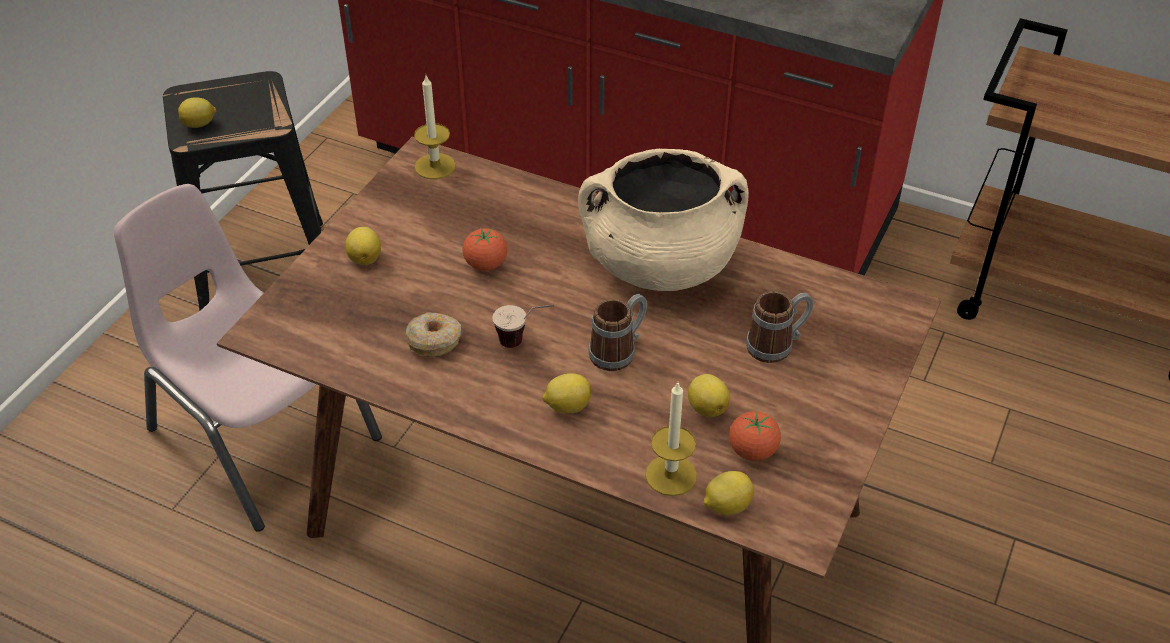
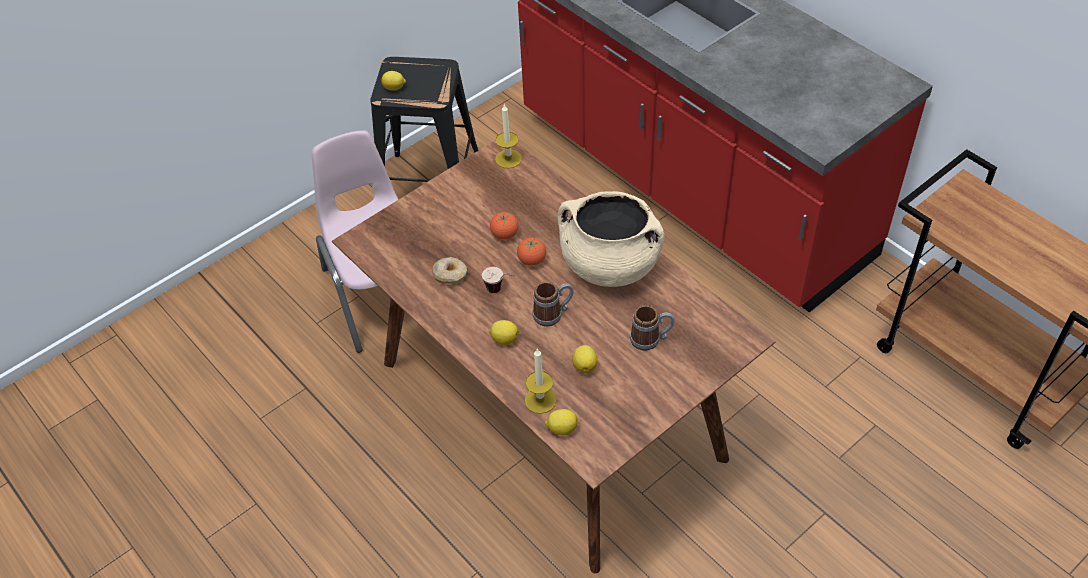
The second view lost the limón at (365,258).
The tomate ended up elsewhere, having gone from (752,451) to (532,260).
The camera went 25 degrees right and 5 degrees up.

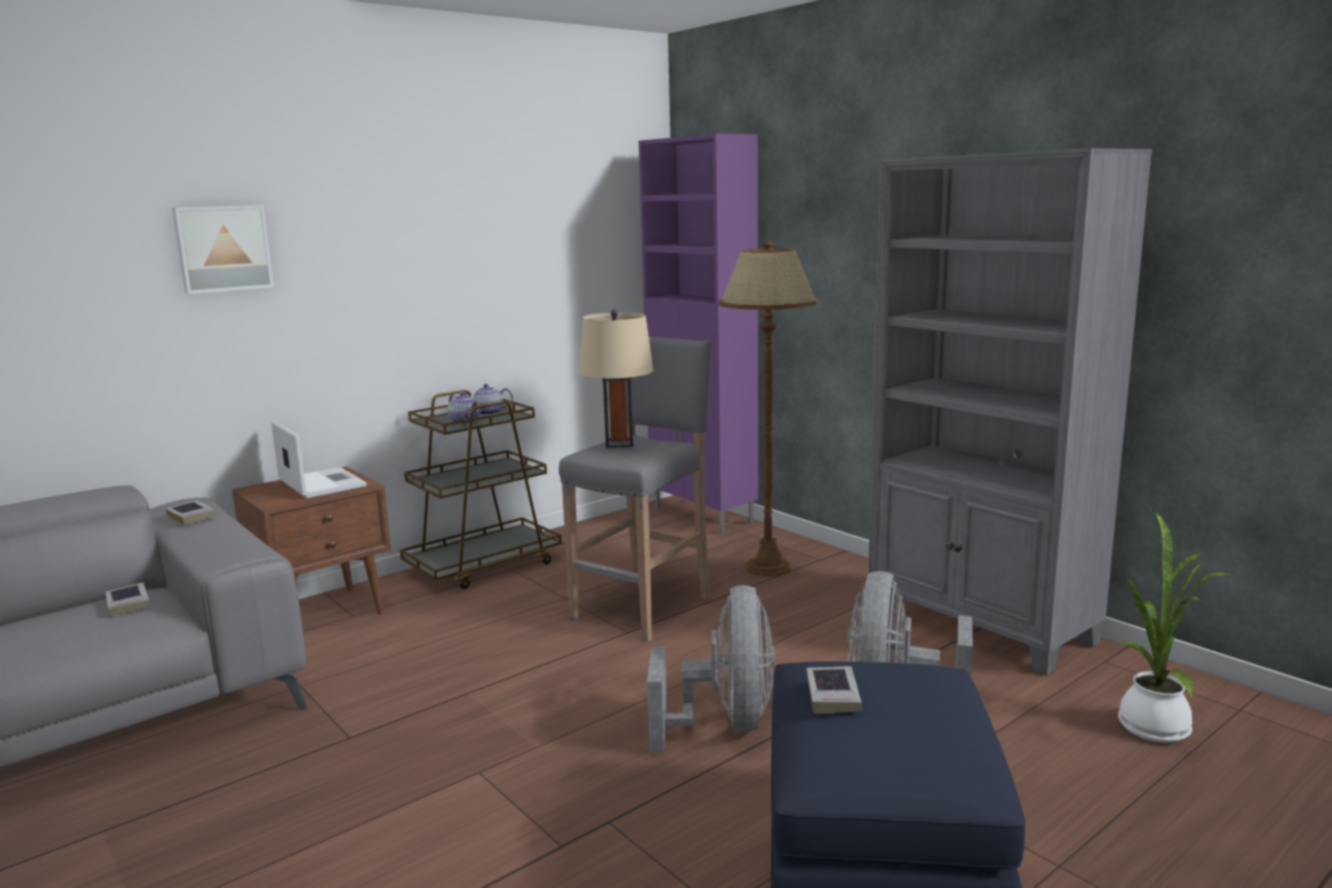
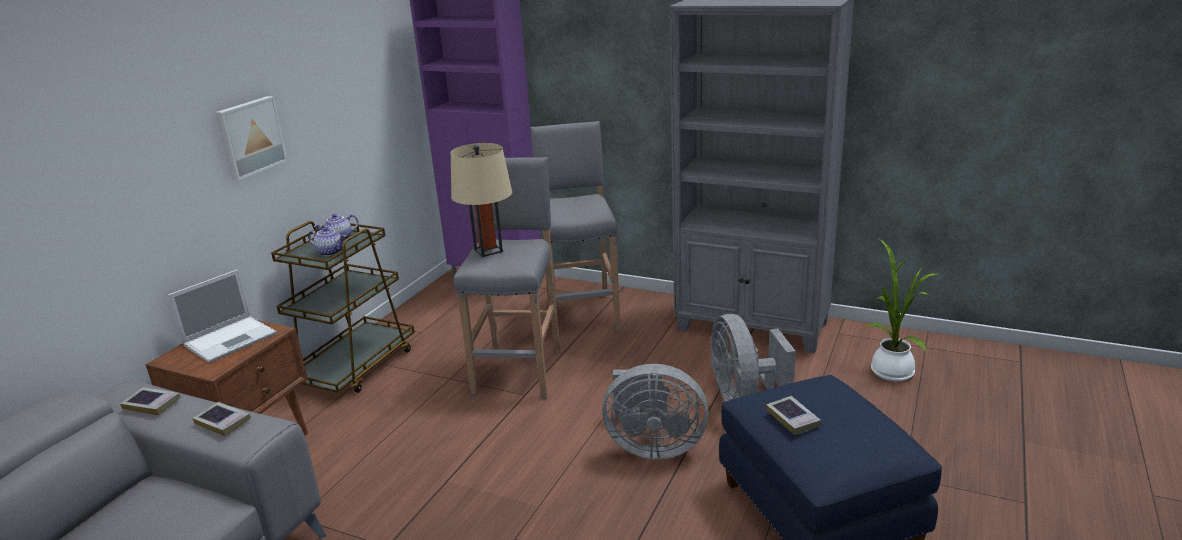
The libro ended up elsewhere, having gone from (128,603) to (223,422).
The cuadro ended up elsewhere, having gone from (223,248) to (250,137).
Where the lámpara de pie (marrón) stood at (768,567), the taburete (gris) came to stand at (581,314).
The portátil at (321,483) ended up facing another way, 105 degrees clockwise from before.
The ventilador (gris) at (725,724) ended up facing another way, 120 degrees clockwise from before.
The camera went 25 degrees left and 10 degrees up.

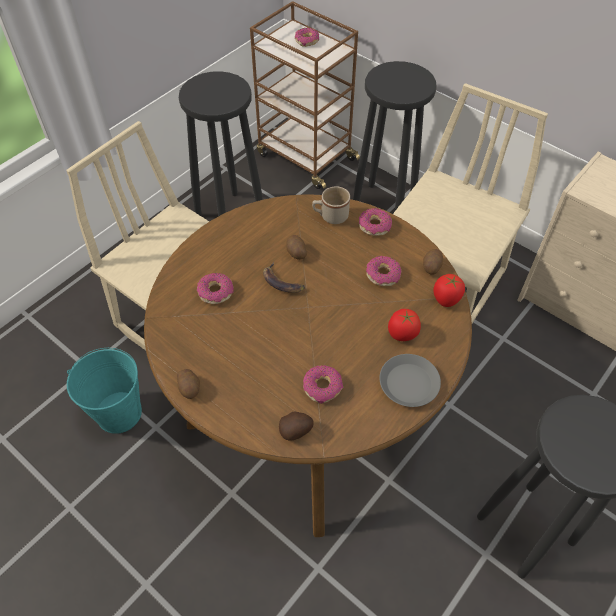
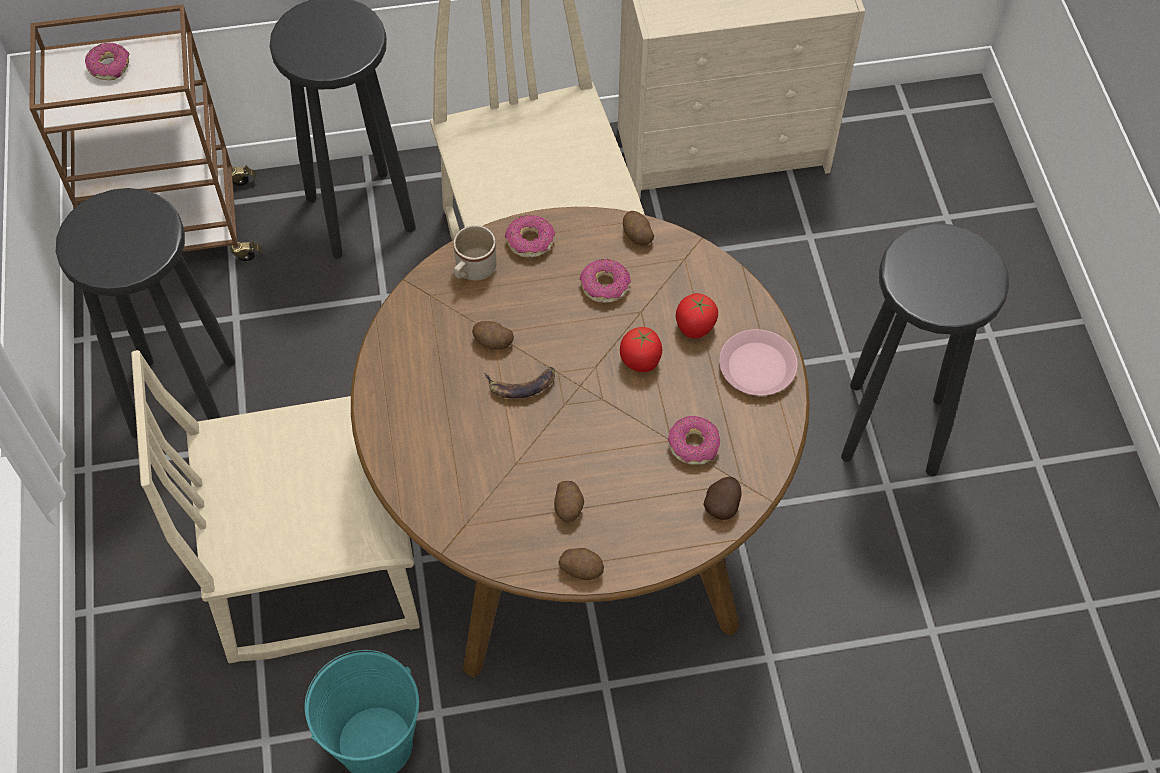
The second view lost the rosquilla at (215,292).
The second view gained the patata at (569,507).
The tomate ended up elsewhere, having gone from (446,299) to (640,361).
What was the plato (gris) at (408,383) turned into the plato (rosa) at (756,367).
The camera went 50 degrees left and 5 degrees up.

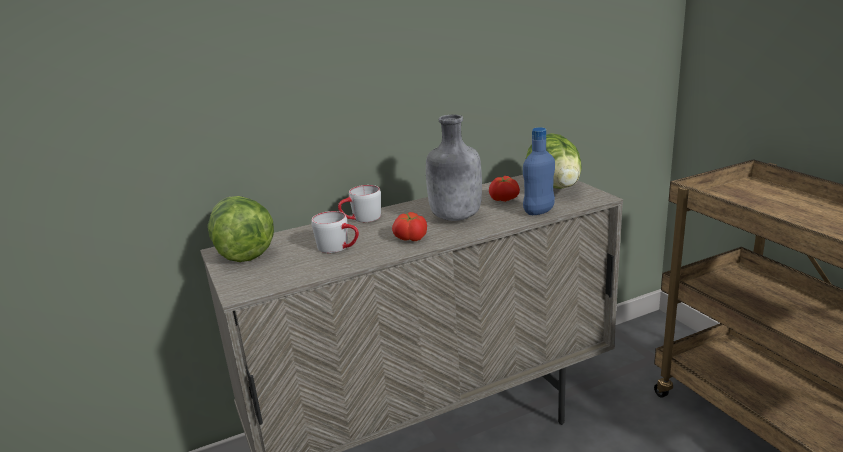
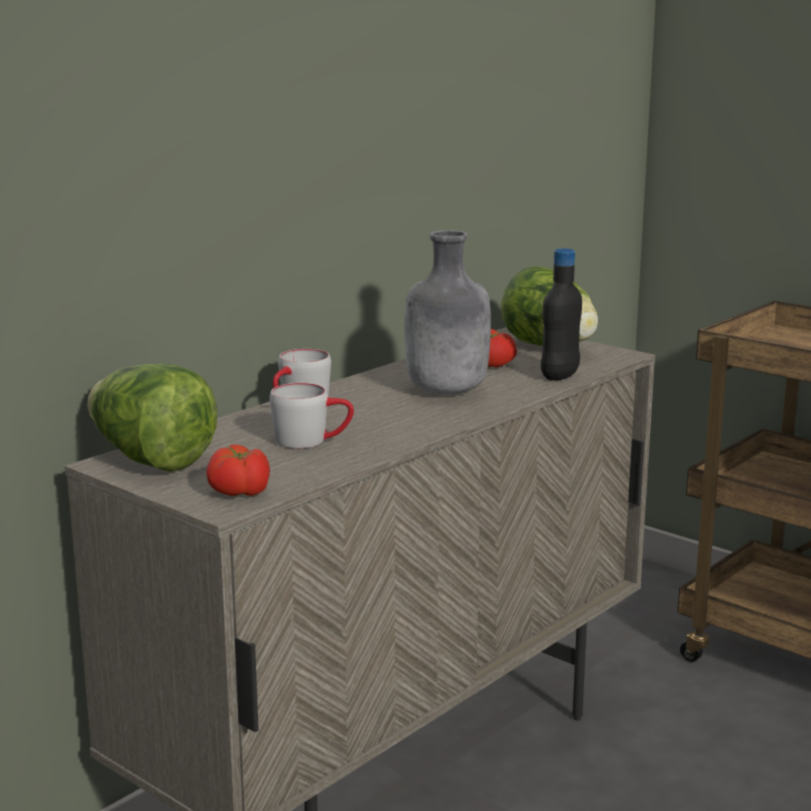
The tomate ended up elsewhere, having gone from (410,238) to (239,492).
What was the botella (azul) at (539,212) turned into the botella (negro) at (560,376).
The camera went 25 degrees left and 5 degrees down.

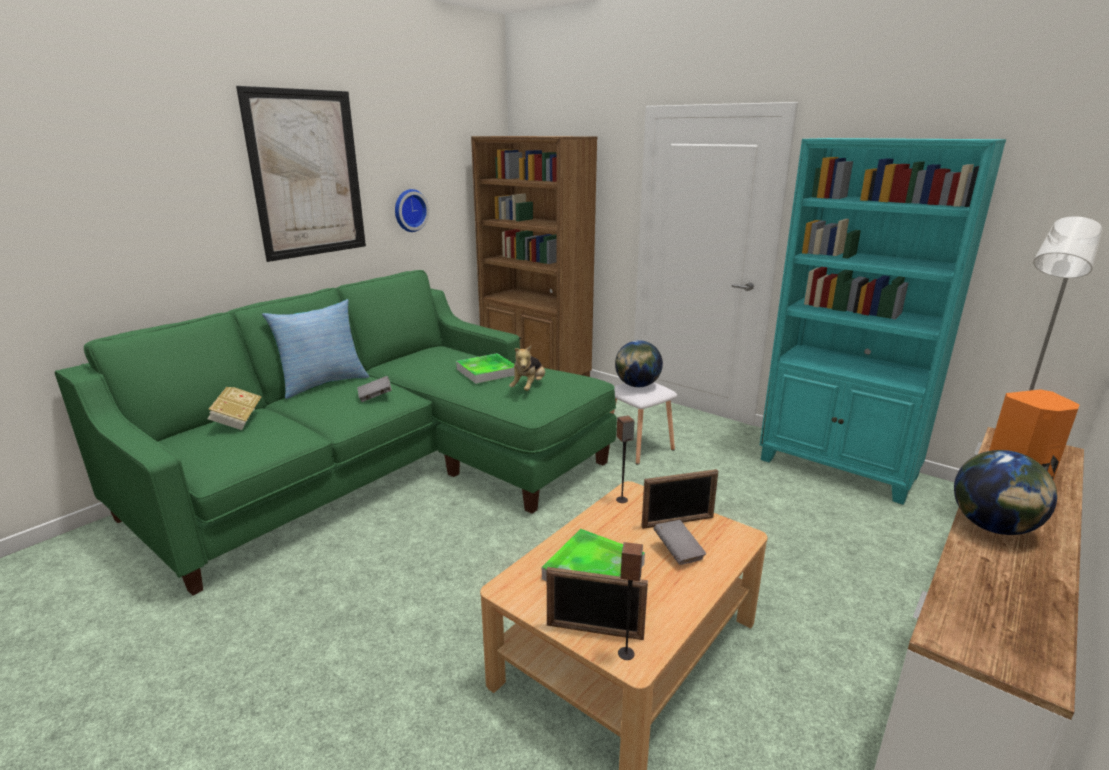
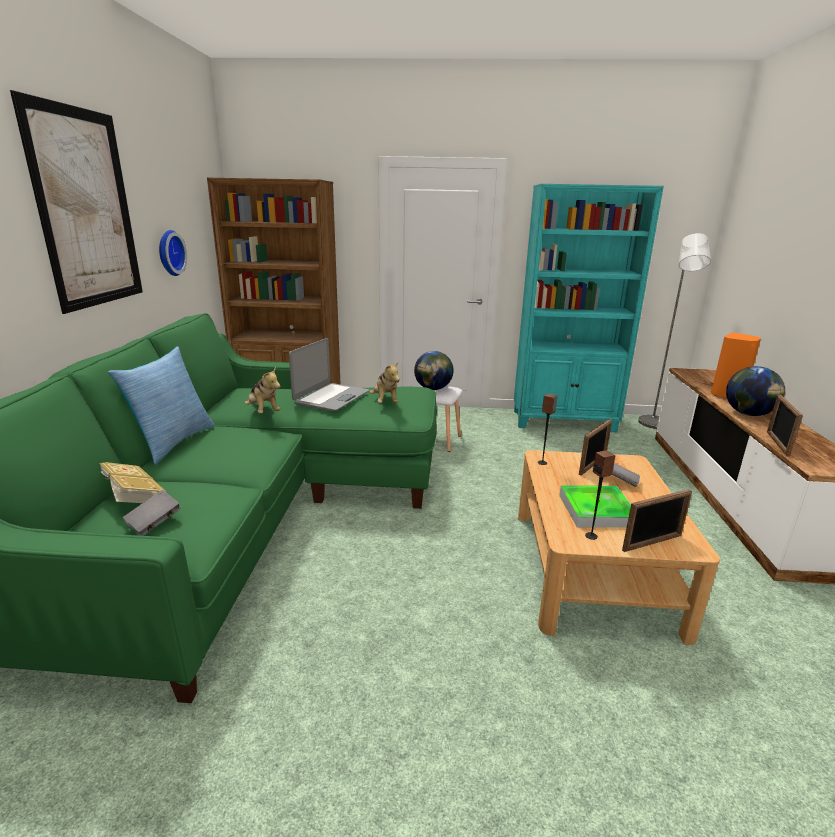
The second view gained the peluche at (263,411).
The second view gained the portarretratos at (777,444).
The libro (gris) ended up elsewhere, having gone from (375,396) to (154,523).
The altavoz ended up elsewhere, having gone from (626,653) to (591,536).
Where the bandeja stood at (487,372), the portátil came to stand at (331,398).
The camera went 35 degrees left and 0 degrees up.

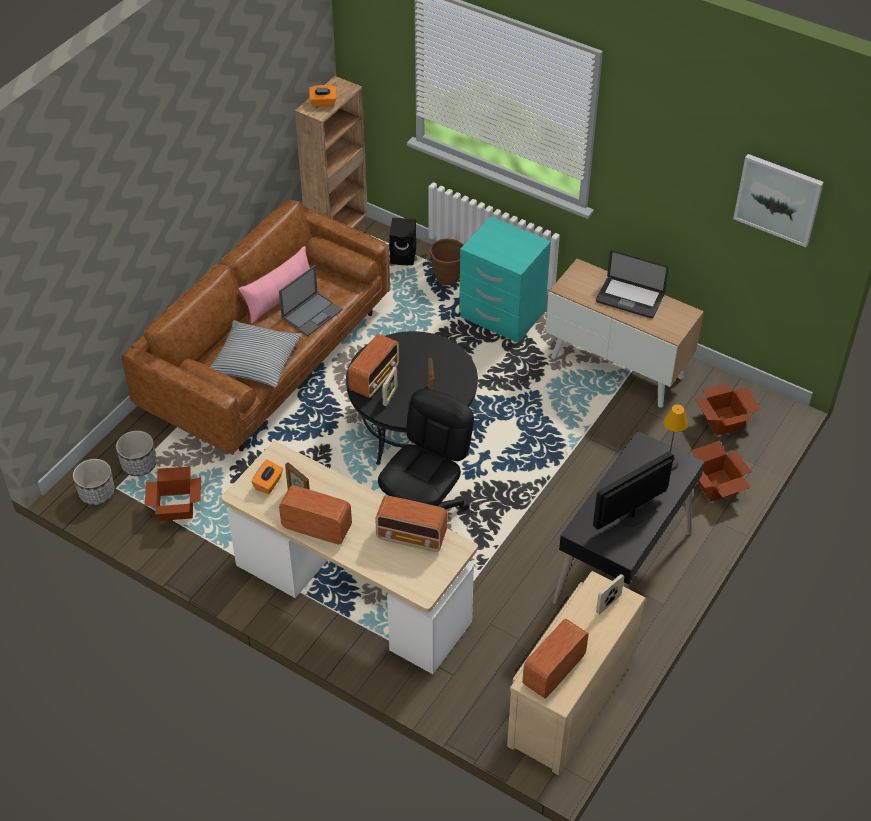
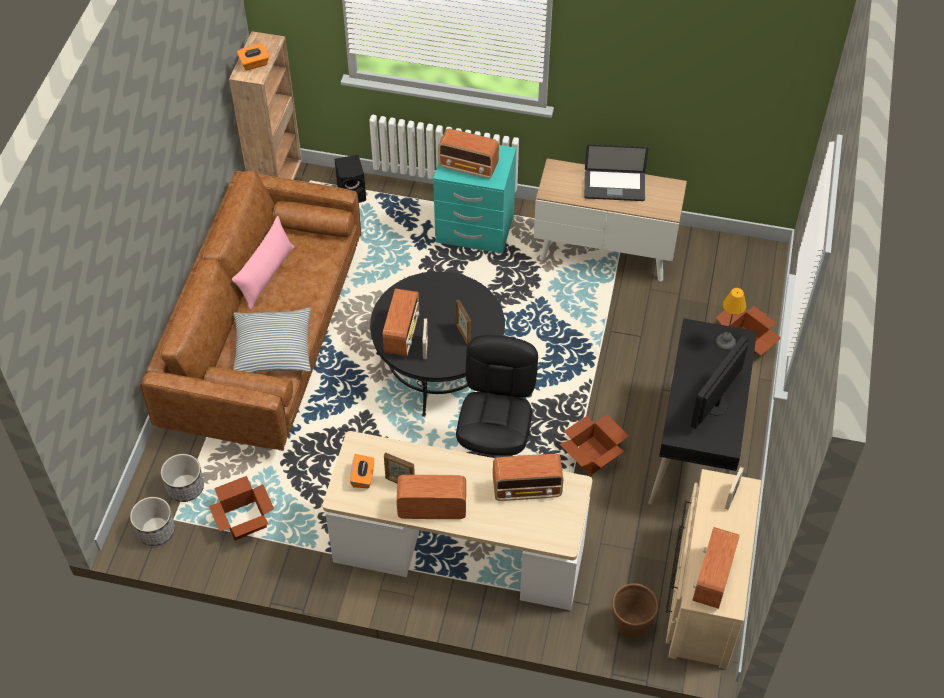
The second view lost the portátil at (312,313).
The second view lost the cuadro at (778,199).
The second view gained the radio at (469,167).
The maceta (marrón) ended up elsewhere, having gone from (448,279) to (630,625).
The caja de cartón ended up elsewhere, having gone from (724,421) to (593,455).
The camera went 20 degrees left and 5 degrees up.

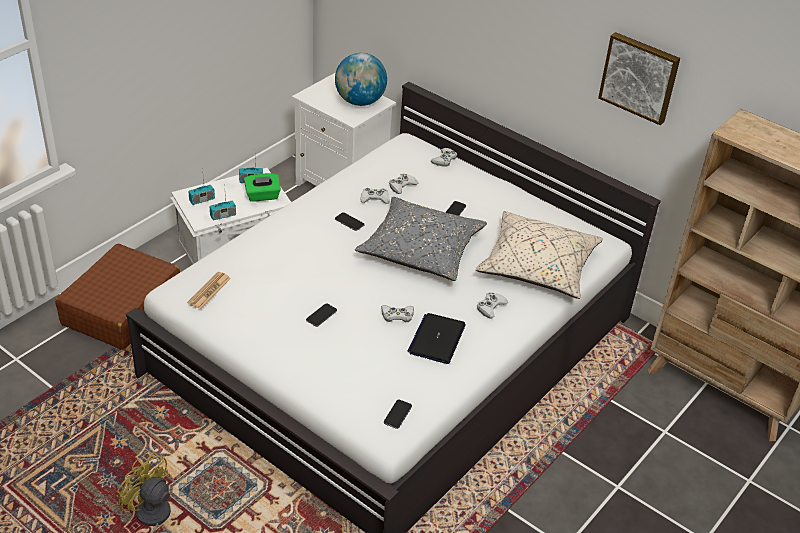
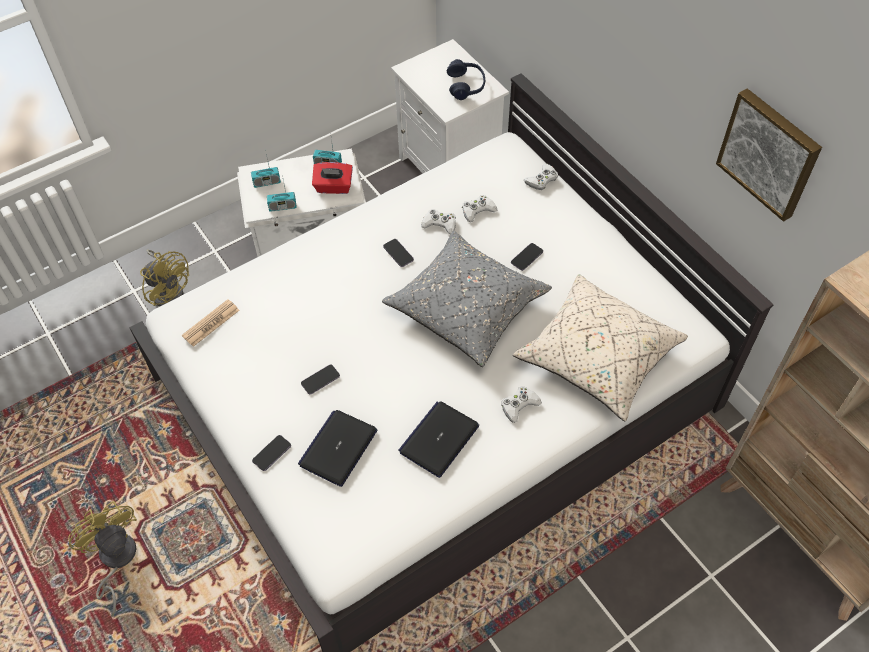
The second view lost the mando de consola (blanco) at (397,315).
The second view gained the portátil at (338,448).
The móvil ended up elsewhere, having gone from (397,415) to (272,453).
Where the maleta (marrón) stood at (123,308), the ventilador (amarillo) came to stand at (169,290).
Where the globo terráqueo stood at (360,102), the auriculares (azul) came to stand at (466,85).
What was the caja de pañuelos (verde) at (262,196) turned into the caja de pañuelos (rojo) at (333,187).
The camera went 20 degrees right and 15 degrees up.

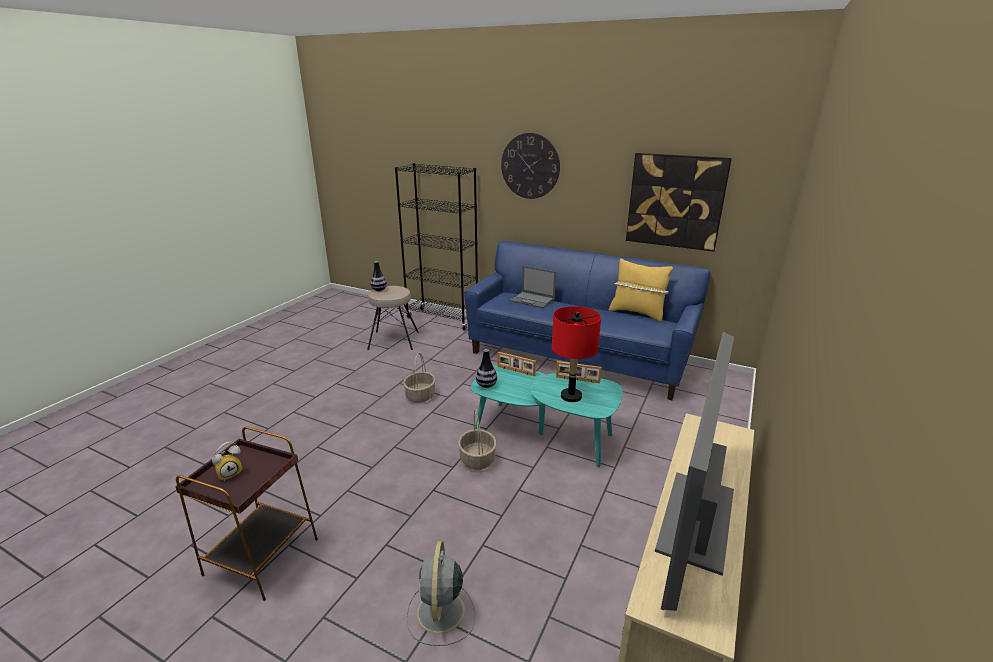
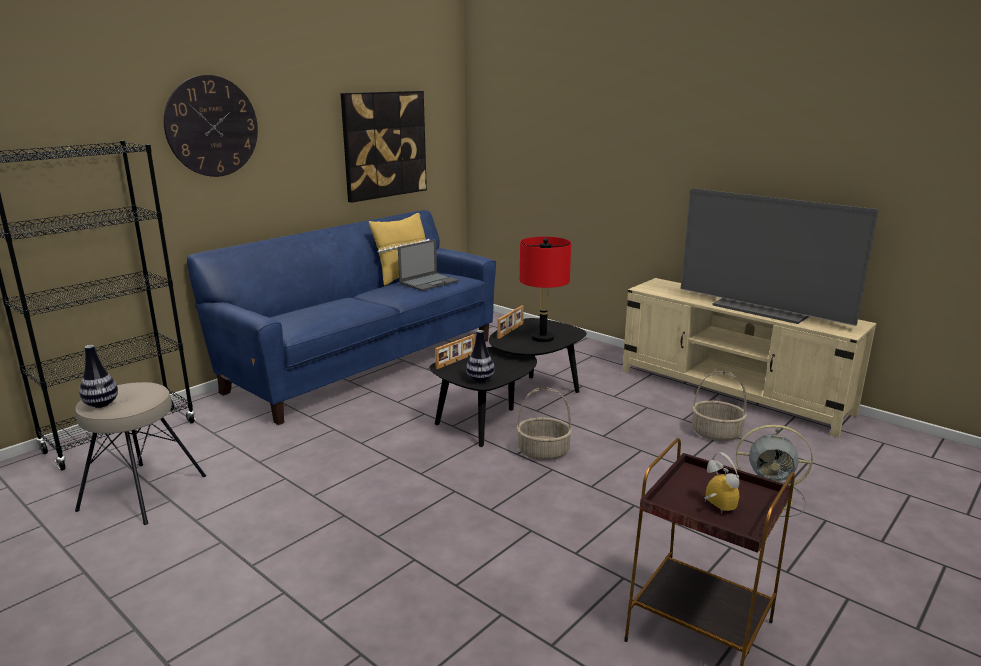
The cesta ended up elsewhere, having gone from (420,396) to (716,433).
The portátil ended up elsewhere, having gone from (532,300) to (429,282).
What was the mesa de centro (turquesa) at (544,433) turned into the mesa de centro (negro) at (511,408).
The camera went 75 degrees left and 5 degrees down.

